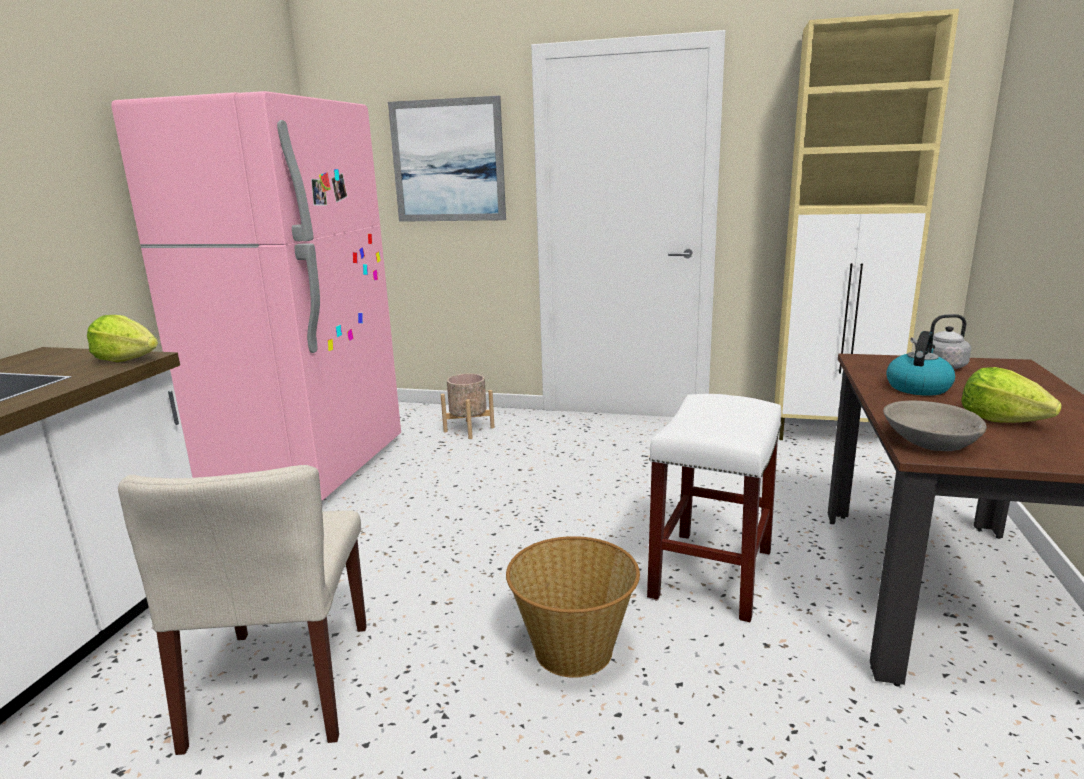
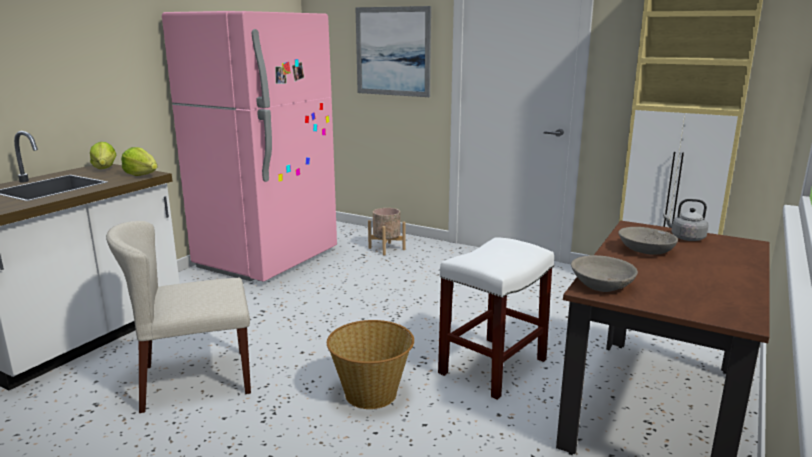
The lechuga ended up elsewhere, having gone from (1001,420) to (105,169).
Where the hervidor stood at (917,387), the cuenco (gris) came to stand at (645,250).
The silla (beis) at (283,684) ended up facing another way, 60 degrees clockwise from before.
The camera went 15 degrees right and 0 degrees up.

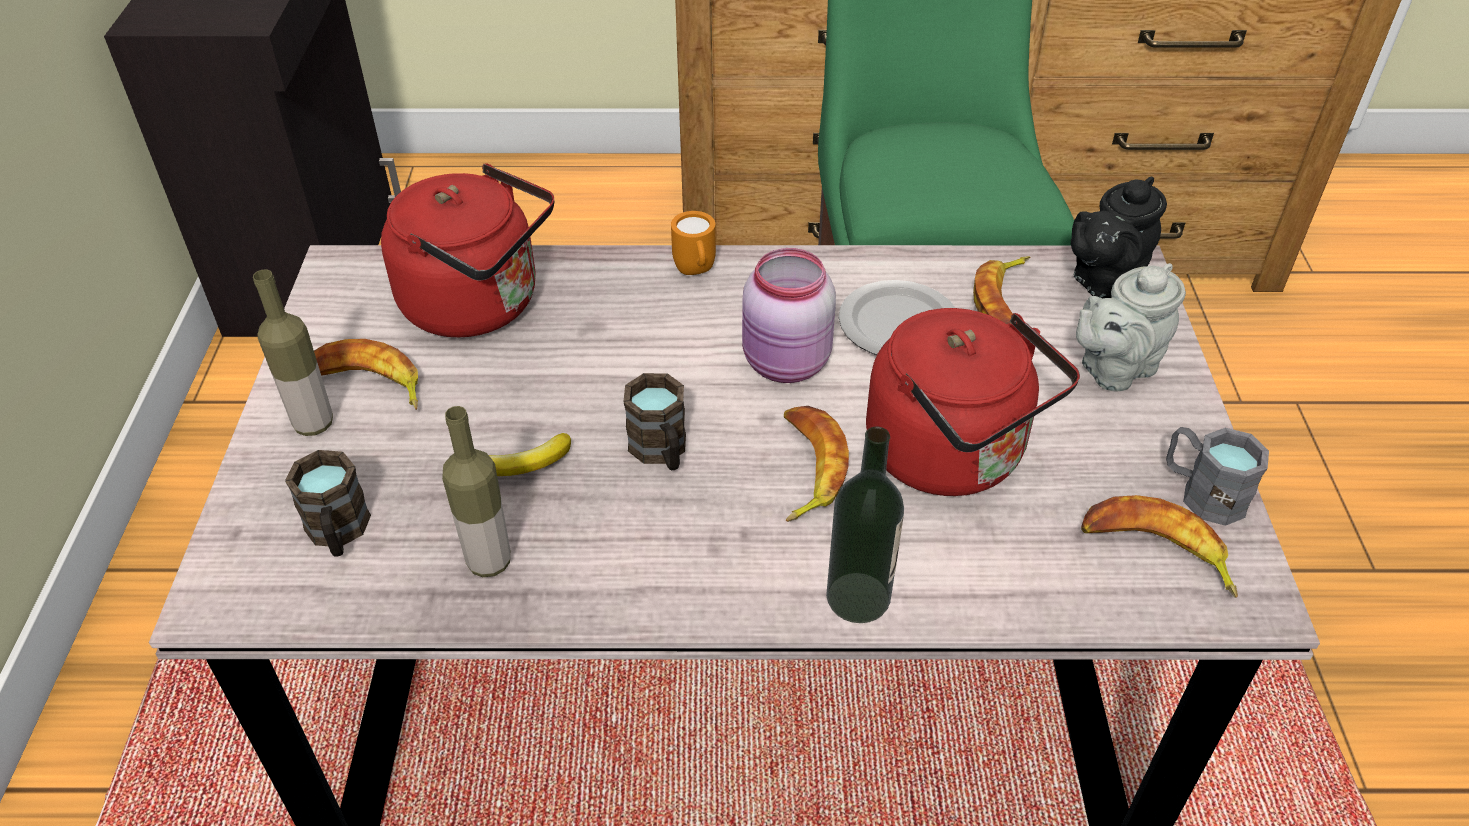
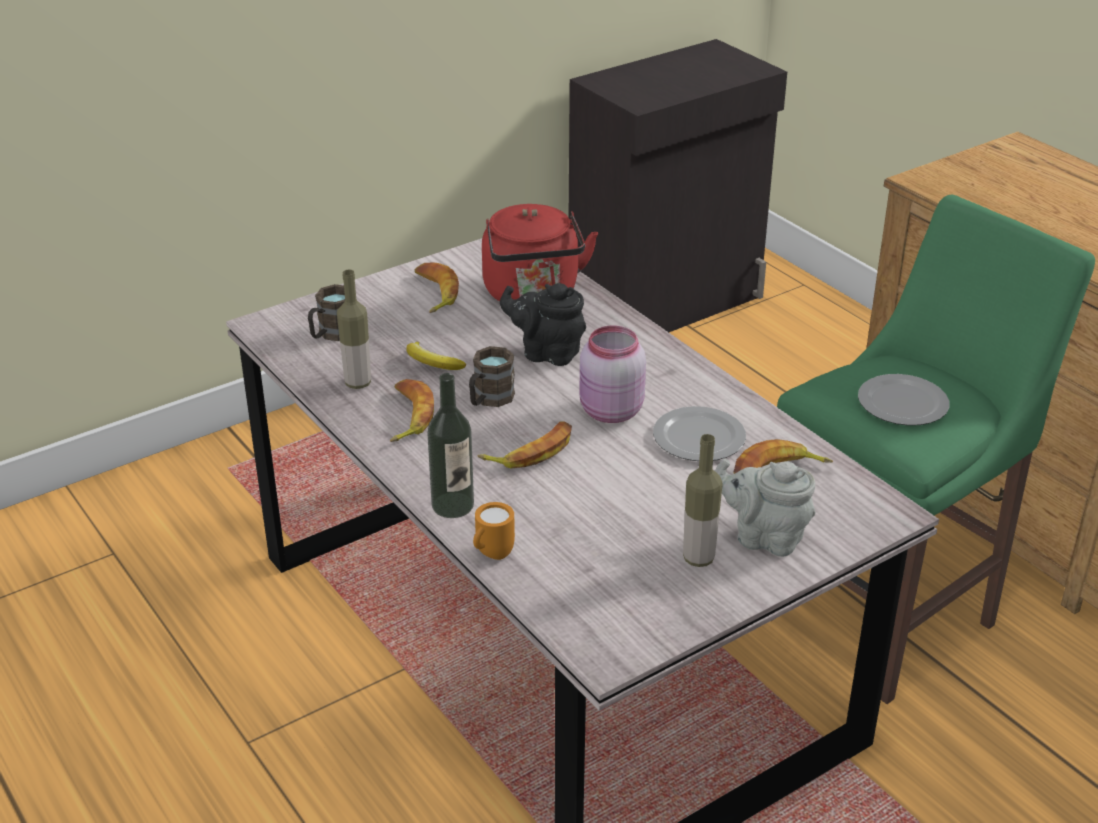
The second view lost the hervidor (rojo) at (953,457).
The second view lost the taza grande (gris) at (1201,493).
The second view gained the plato at (904,404).
The botella ended up elsewhere, having gone from (314,424) to (698,558).
The taza grande (naranja) ended up elsewhere, having gone from (696,272) to (491,555).
The tetera (negro) ended up elsewhere, having gone from (1102,280) to (547,353).
The plátano ended up elsewhere, having gone from (1156,552) to (408,416).
The camera went 55 degrees right and 10 degrees down.

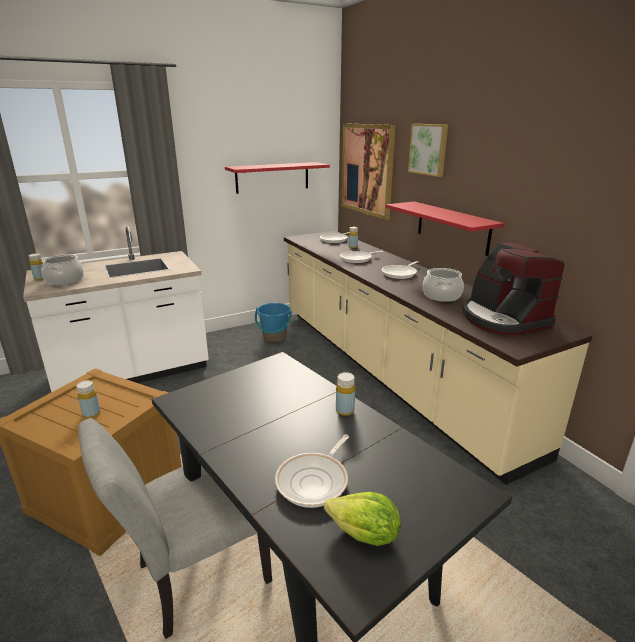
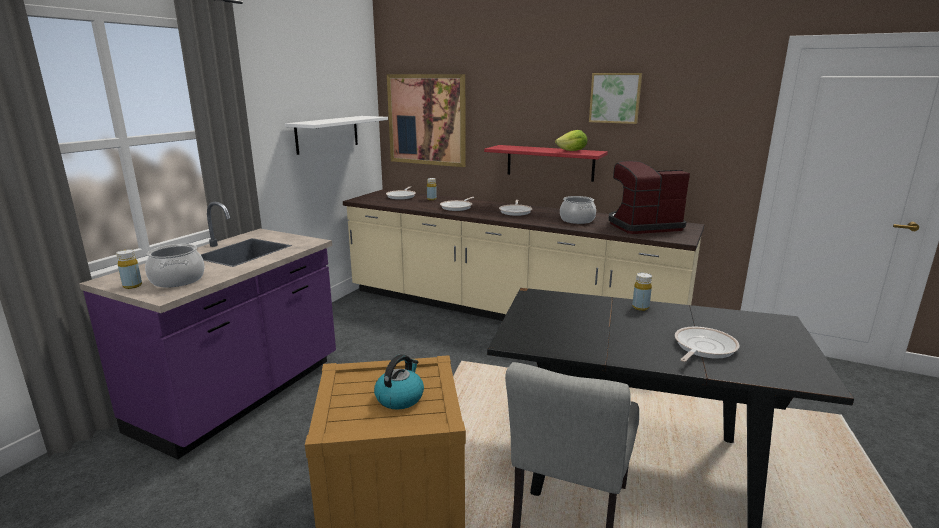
The second view lost the cubo (azul) at (274,337).
The lechuga ended up elsewhere, having gone from (364,535) to (572,151).
The cuadro ended up elsewhere, having gone from (429,149) to (615,98).
Where the botella (amarillo) stood at (91,414), the hervidor came to stand at (400,397).
What was the mueble bajo de cocina (blanco) at (133,373) turned into the mueble bajo de cocina (morado) at (241,395).
What was the estante (rojo) at (272,177) turned into the estante (blanco) at (327,134).
The sartén at (315,481) ended up facing another way, 135 degrees counterclockwise from before.
The cafetera at (503,319) ended up facing another way, 135 degrees clockwise from before.
The camera went 35 degrees left and 5 degrees down.

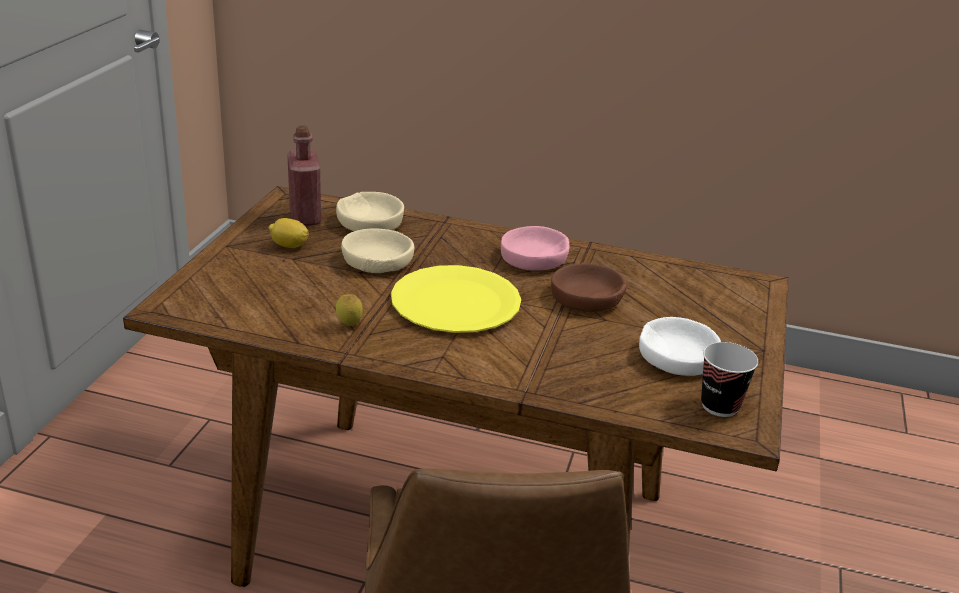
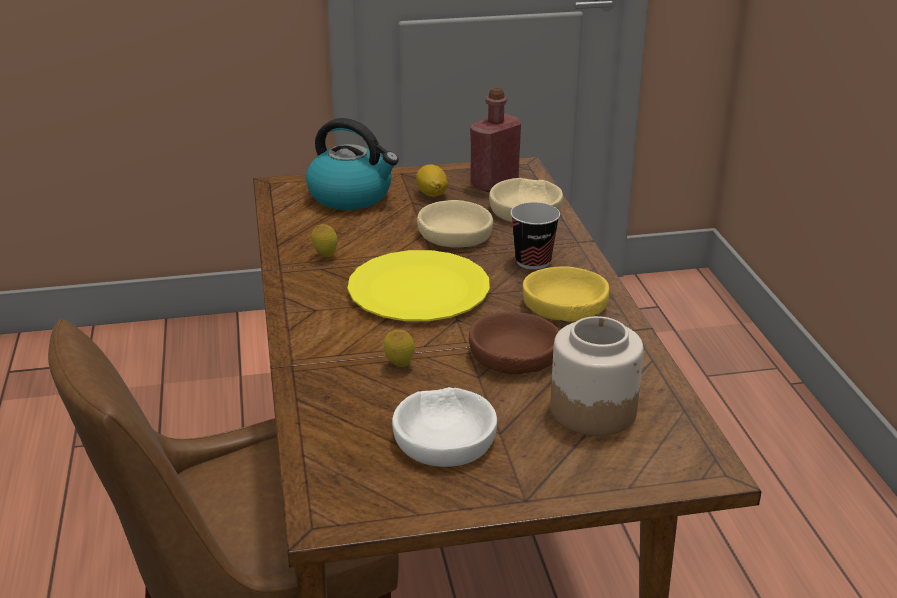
The second view gained the hervidor at (351,196).
The second view gained the limón at (399,365).
The second view gained the tarro at (593,410).
The taza ended up elsewhere, having gone from (720,406) to (533,261).
What was the cuenco (rosa) at (534,257) turned into the cuenco (amarillo) at (565,305).
The camera went 65 degrees right and 0 degrees up.

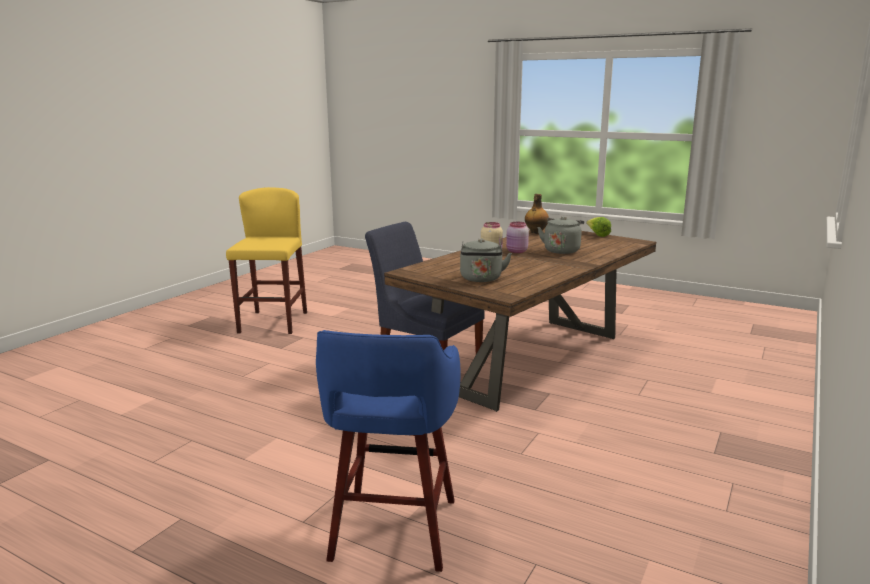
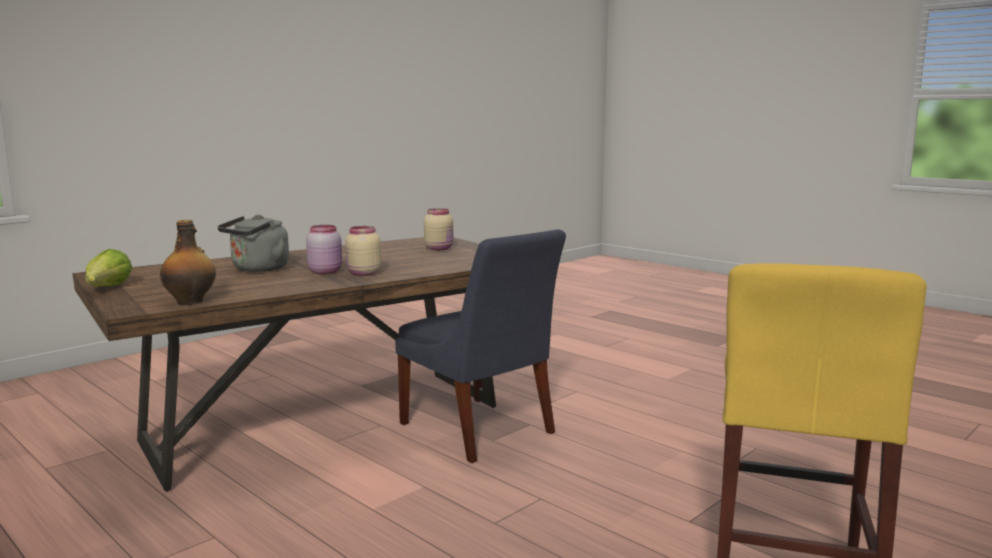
The second view lost the taburete (azul) at (393,532).
Where the hervidor (gris) stood at (481,279), the tarro (beis) came to stand at (439,248).
The camera went 165 degrees left and 5 degrees down.

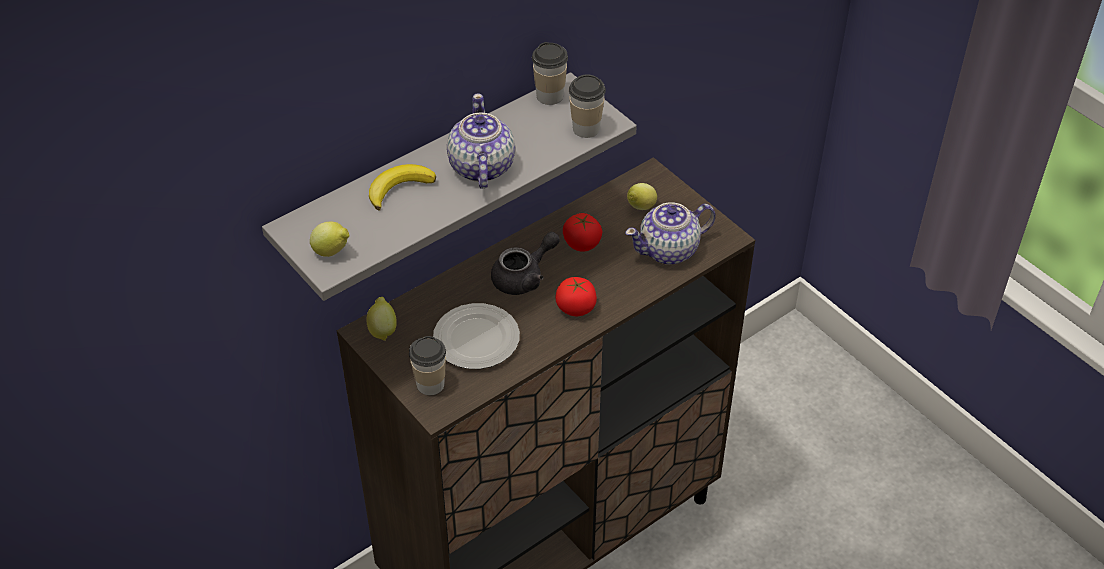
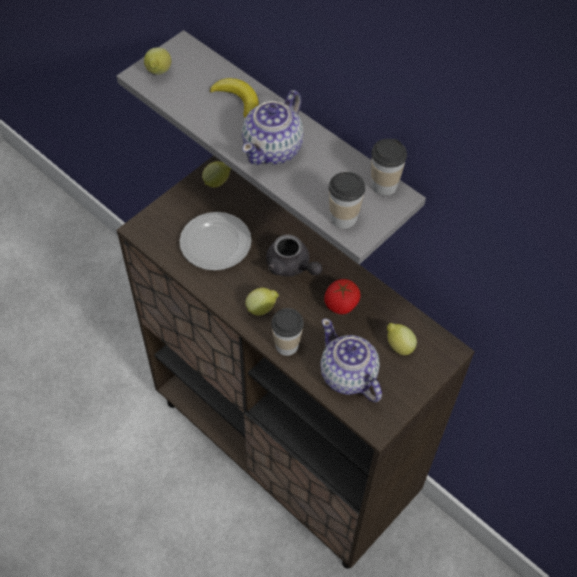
The taza ended up elsewhere, having gone from (430,384) to (286,345).
Where the tomate stood at (575,308), the limón came to stand at (262,308).
The tetera at (481,167) ended up facing another way, 135 degrees clockwise from before.
The camera went 80 degrees right and 10 degrees up.

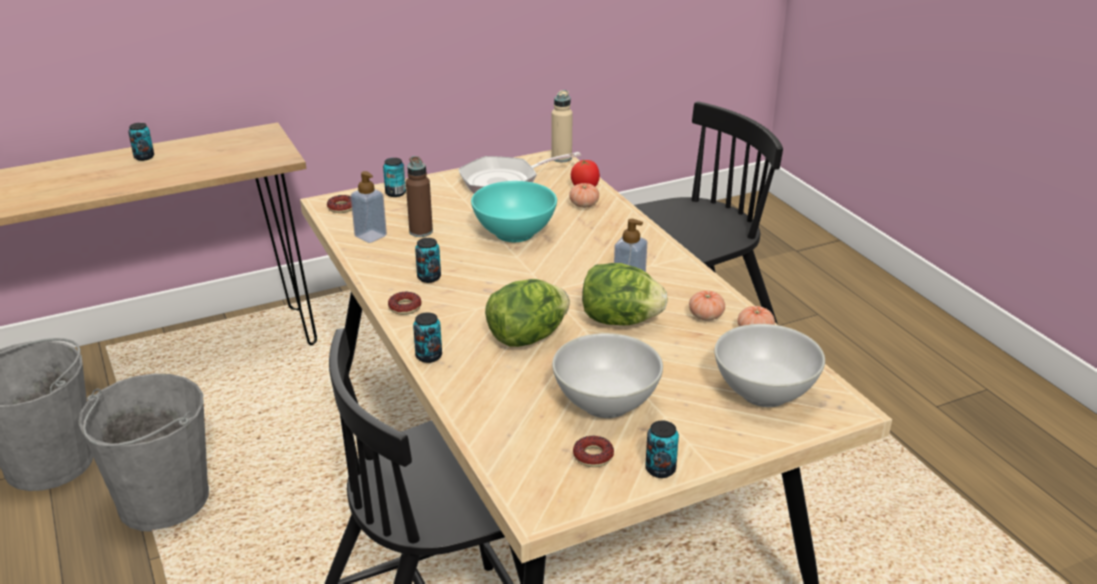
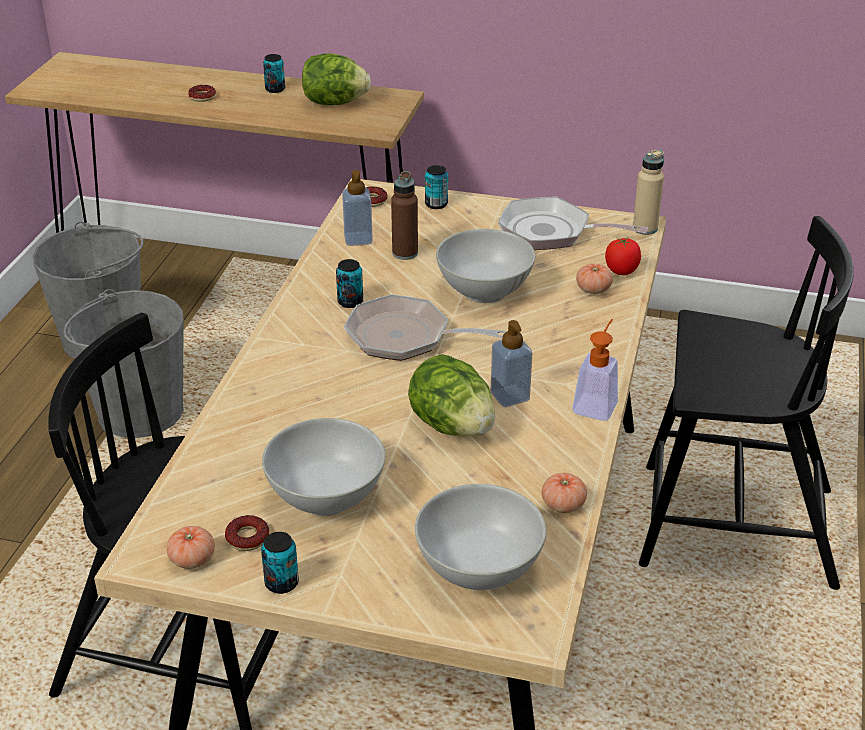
The second view lost the lata at (428,356).
The second view gained the sartén at (407,337).
The second view gained the dispensador de jabón at (597,403).
The rosquilla ended up elsewhere, having gone from (405,307) to (202,97).
The lechuga ended up elsewhere, having gone from (527,337) to (334,103).
The tomate ended up elsewhere, having gone from (706,316) to (192,559).
What was the cuenco (turquesa) at (514,233) turned into the cuenco (blanco) at (483,290).
The camera went 40 degrees right and 5 degrees up.

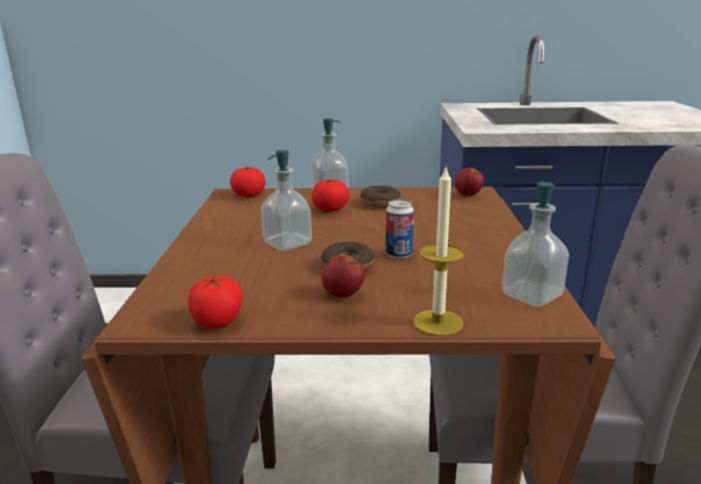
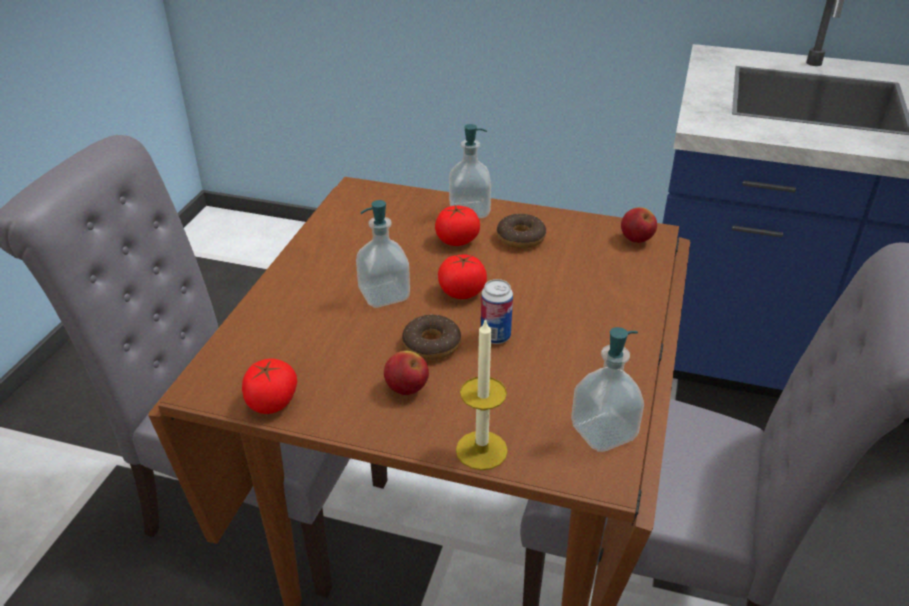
The tomate ended up elsewhere, having gone from (248,195) to (462,292).
The camera went 15 degrees right and 15 degrees up.

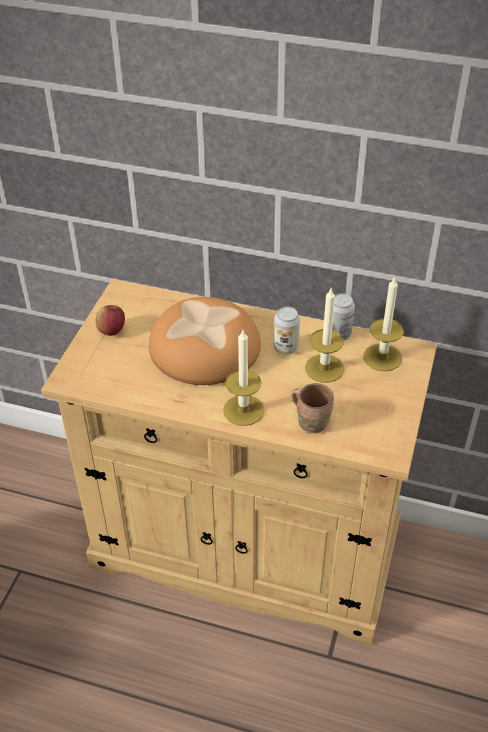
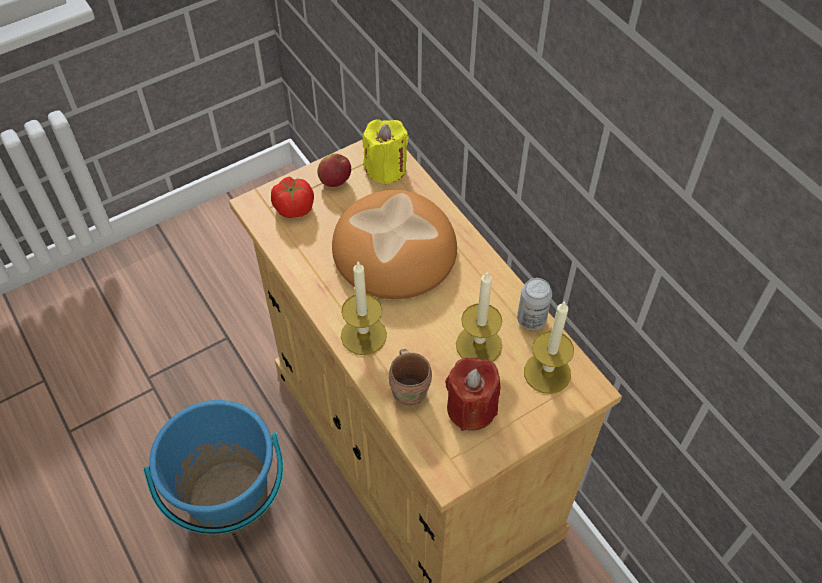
The second view lost the lata at (285,348).
The second view gained the cubo (azul) at (229,498).
The second view gained the tomate at (293,208).
The second view gained the vela (amarillo) at (386,168).
The second view gained the vela (rojo) at (471,408).
The camera went 40 degrees right and 10 degrees up.

